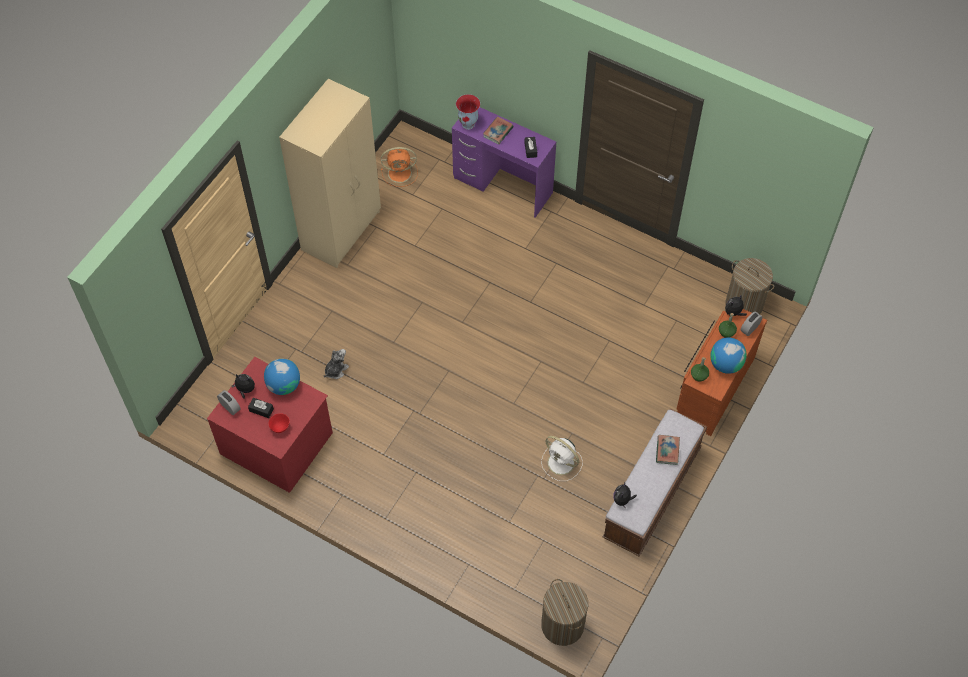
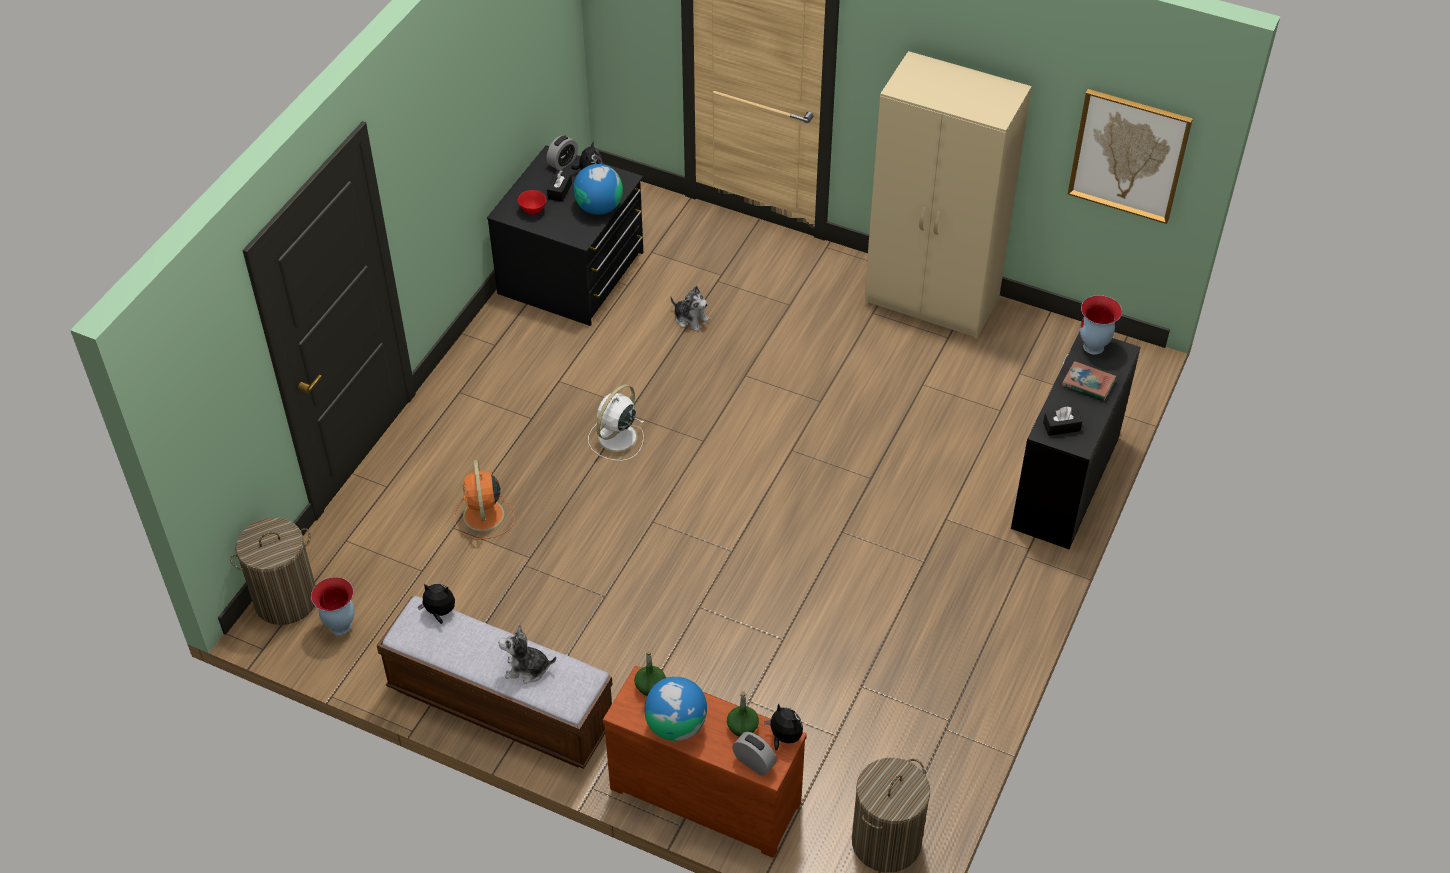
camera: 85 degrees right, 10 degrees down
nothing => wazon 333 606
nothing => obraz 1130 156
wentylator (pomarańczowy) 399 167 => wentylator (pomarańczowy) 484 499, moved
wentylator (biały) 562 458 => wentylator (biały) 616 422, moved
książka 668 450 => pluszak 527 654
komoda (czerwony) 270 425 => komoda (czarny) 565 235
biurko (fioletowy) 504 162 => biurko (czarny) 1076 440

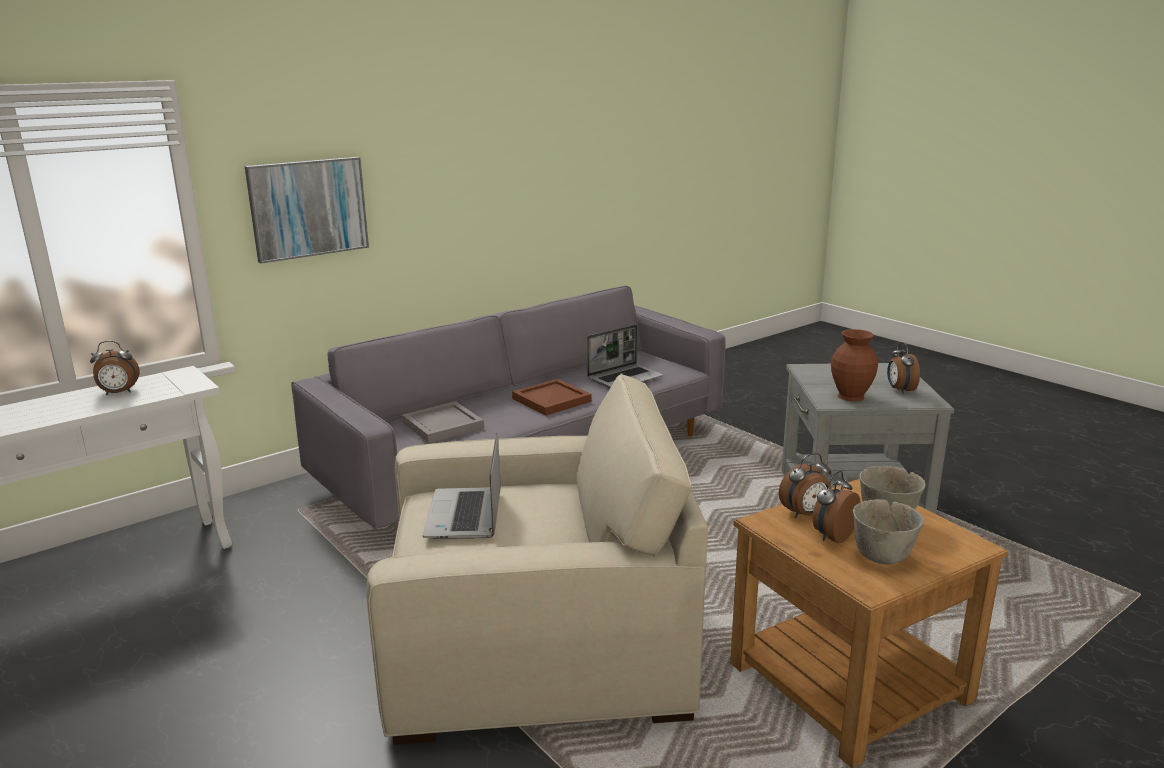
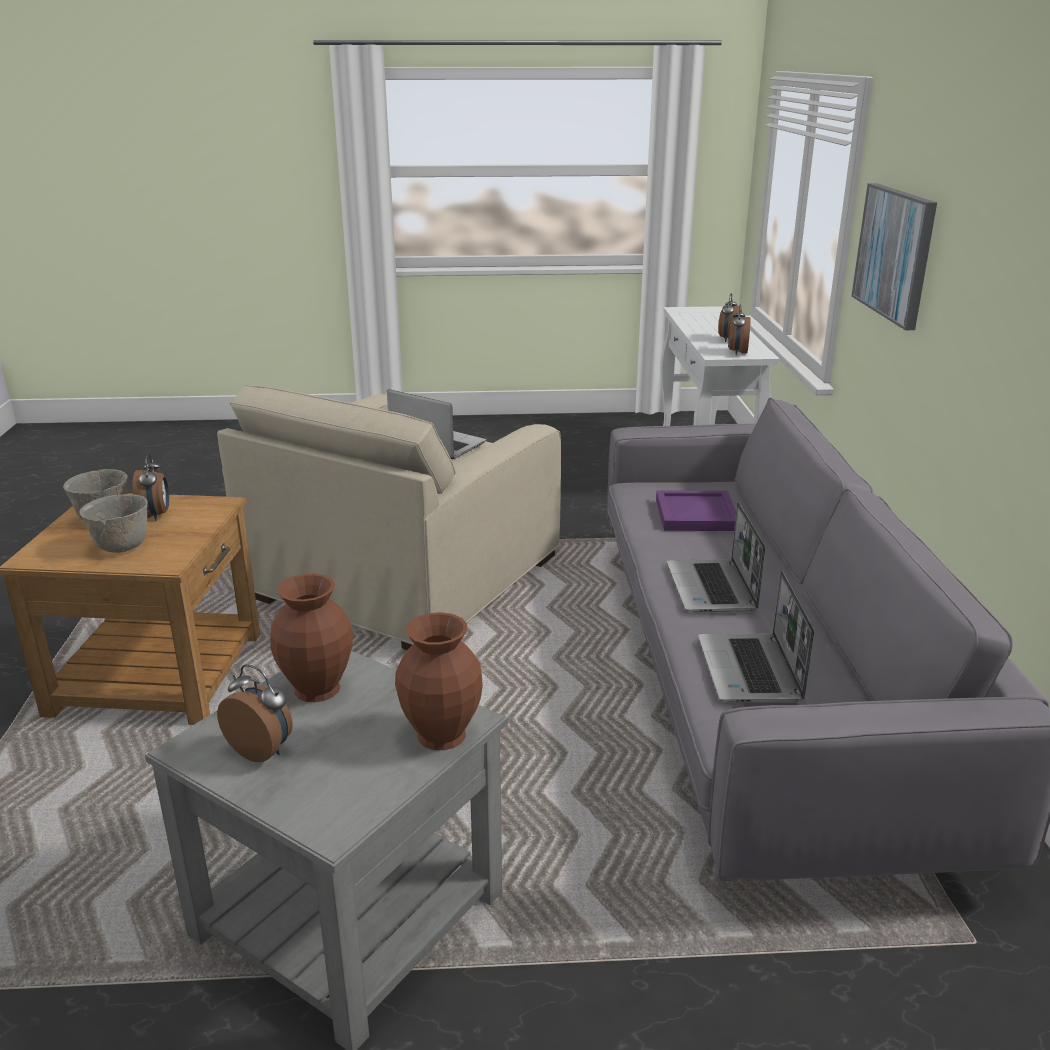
camera: 125 degrees right, 5 degrees up
nothing => wazon (brązowy) 439 681
budzik 805 485 => budzik 739 329, moved
taca (brązowy) 552 397 => laptop 716 557
taca (szary) 443 422 => taca (fioletowy) 696 510

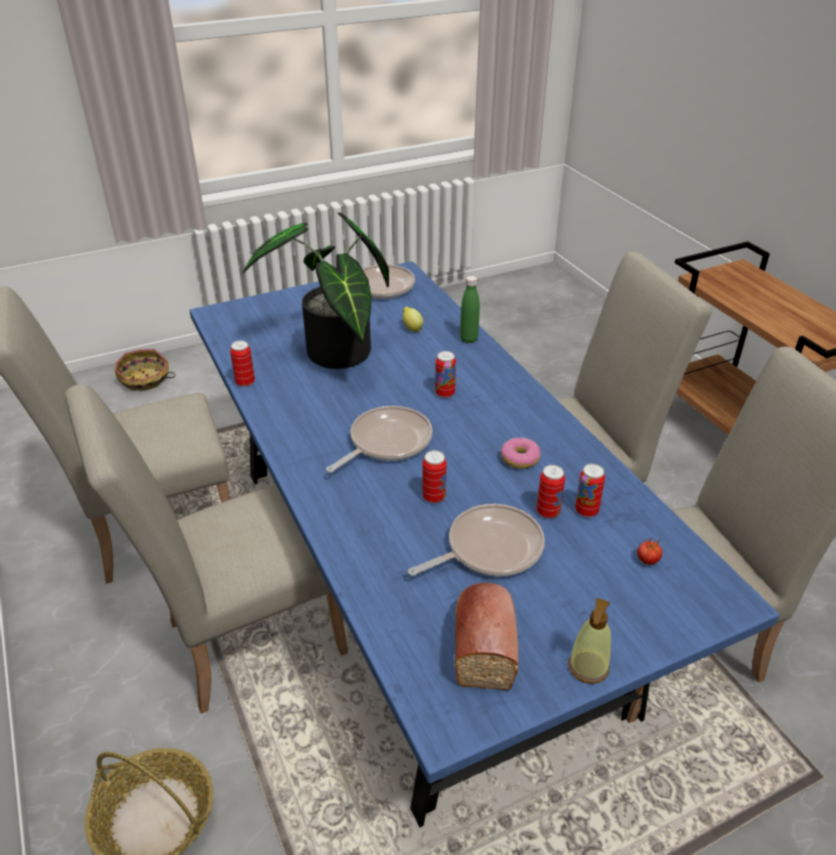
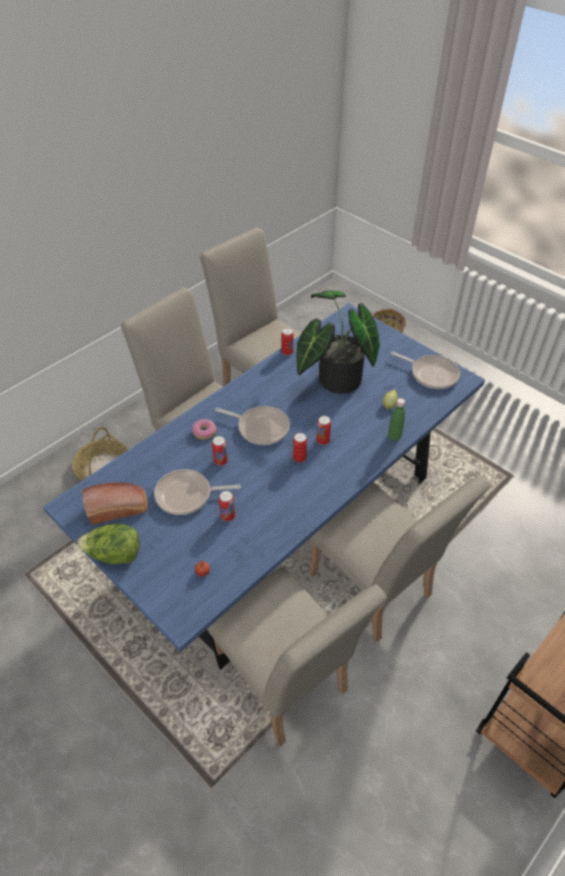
camera: 70 degrees right, 10 degrees up
donut 521 453 => donut 204 429, moved
puszka 590 490 => puszka 300 447, moved
dozownik mydła 589 641 => sałata 108 544
patelnia 476 540 => patelnia 197 492, 135 degrees clockwise

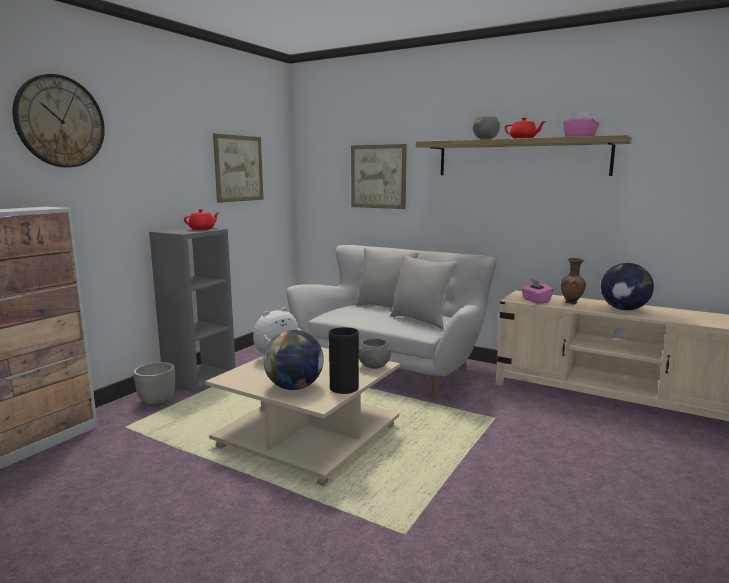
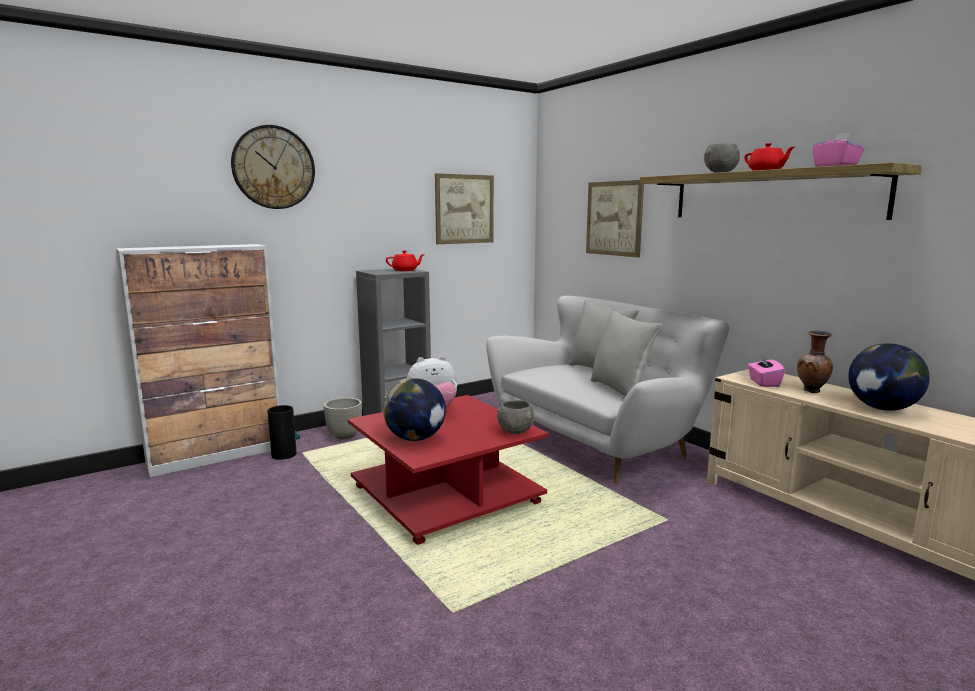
camera: 25 degrees right, 0 degrees up
wazon 344 360 => wazon 284 432, moved
ława (beżowy) 302 416 => ława (czerwony) 448 470

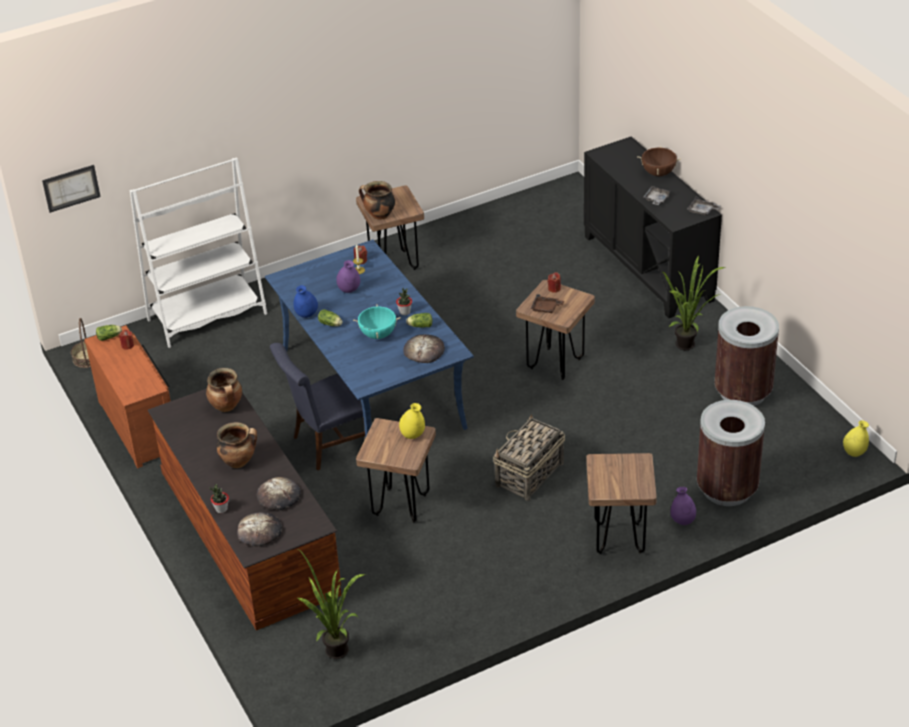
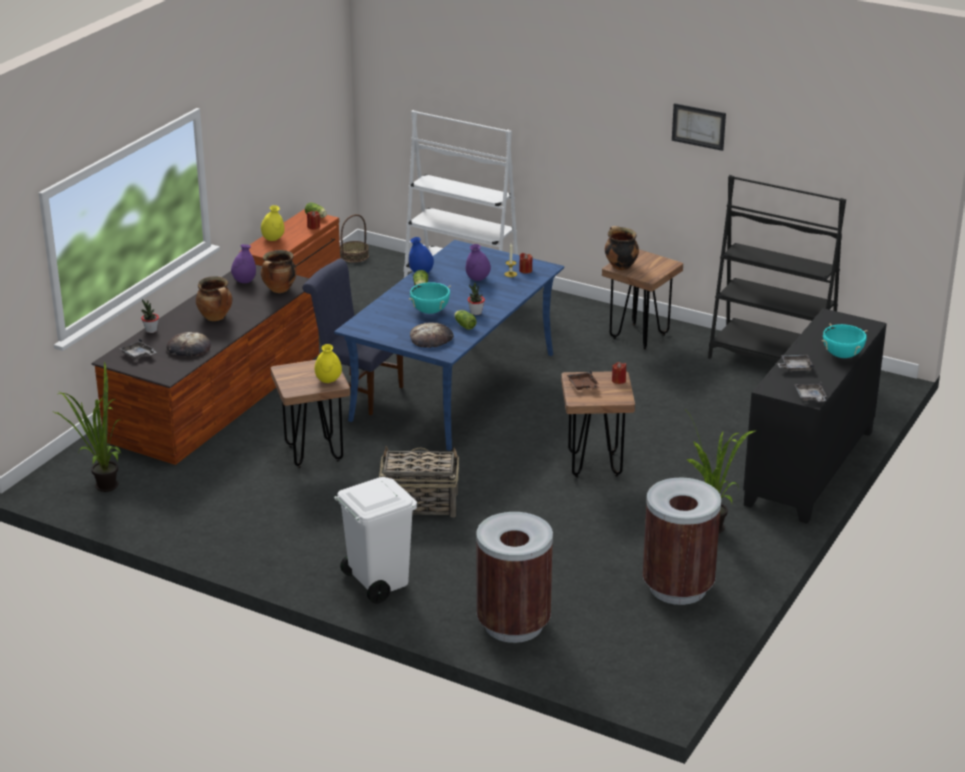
camera: 55 degrees right, 10 degrees down
nothing => regał (czarny) 777 269
obraz 71 189 => obraz 699 127, moved
wazon (fioletowy) 683 506 => wazon (fioletowy) 243 263, moved
wazon (żółty) 856 438 => wazon (żółty) 273 223, moved
chleb 259 529 => taca (szary) 137 349
stołek (brązowy) 621 503 => kosz na śmieci (biały) 375 540
garnek (brązowy) 659 161 => garnek (turkusowy) 845 341

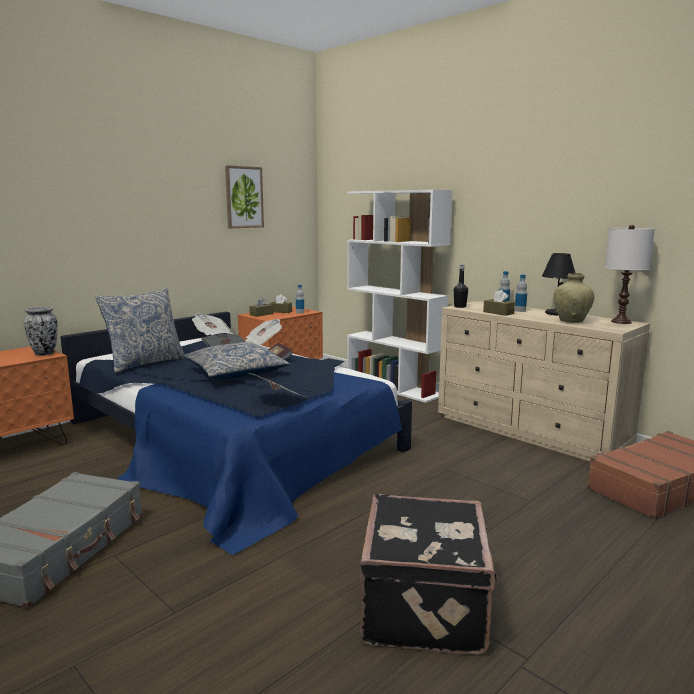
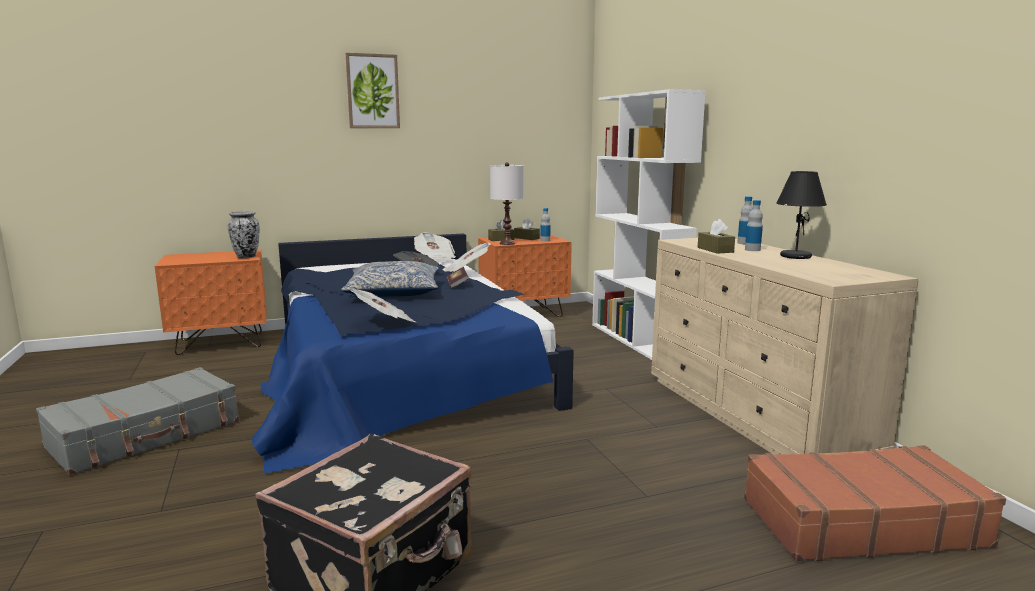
camera: 25 degrees right, 0 degrees up
poduszka 140 330 => nothing
butelka (czarny) 461 286 => nothing
wazon (beżowy) 574 298 => nothing
obraz 244 196 => obraz 373 90, moved
lampa stołowa (biały) 630 274 => lampa stołowa (biały) 507 203, moved

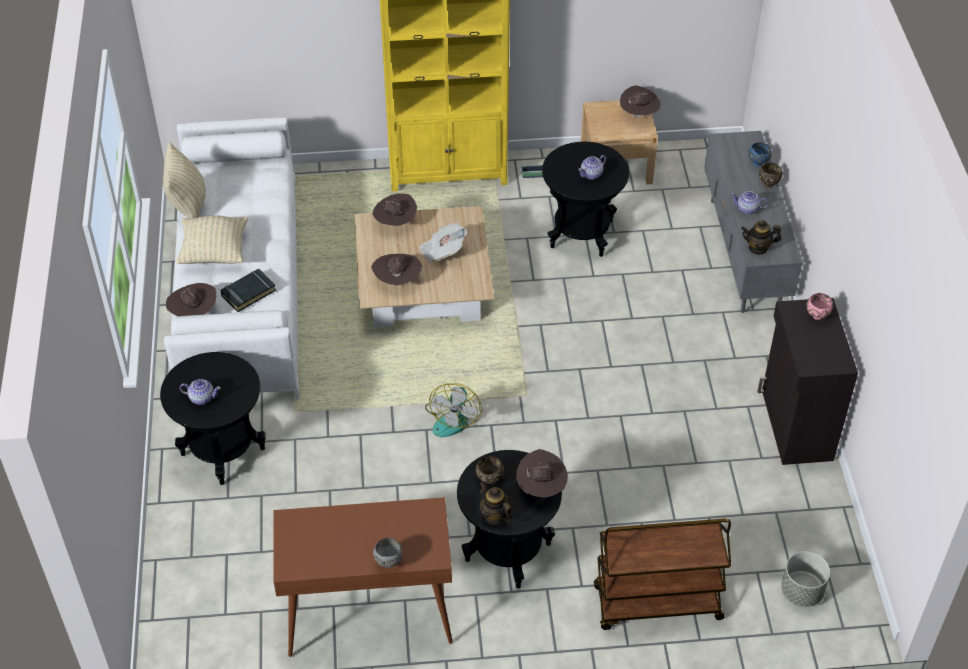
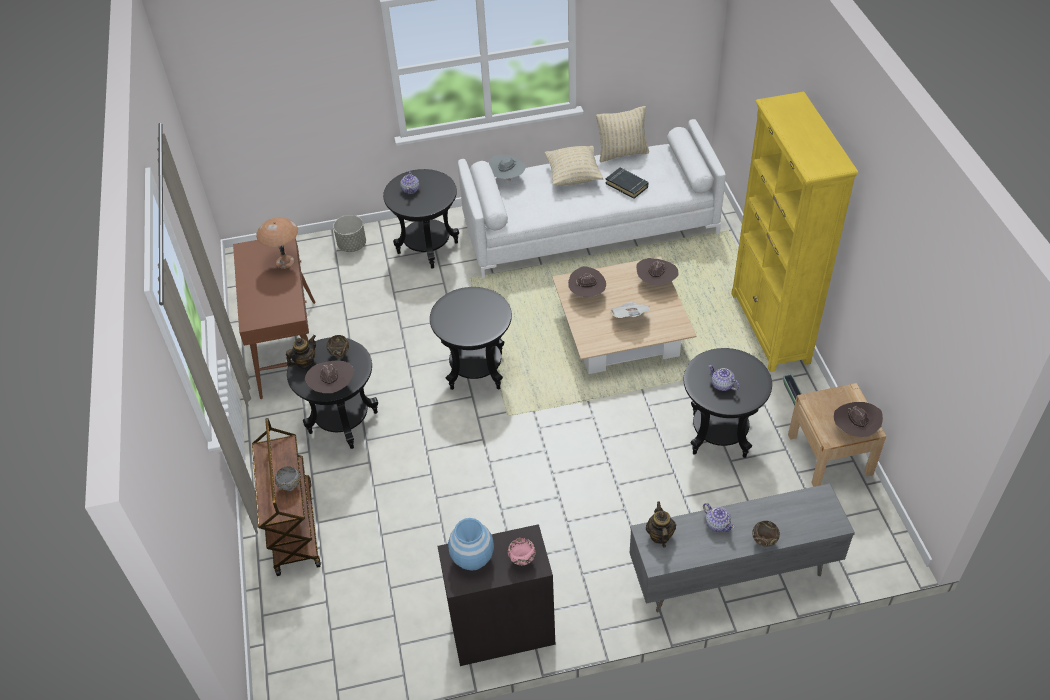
camera: 85 degrees right, 0 degrees up
miska (niebieski) 760 155 => nothing
nothing => lampa stołowa (brązowy) 277 243
nothing => wazon (niebieski) 471 544
książka (czarny) 248 290 => książka (czarny) 627 183, moved
miska (szary) 388 553 => miska (szary) 287 478, moved
donica (szary) 805 579 => donica (szary) 349 233, moved
wentylator 453 410 => stolik (czarny) 471 338
kapelusz (brązowy) 191 300 => kapelusz (szary) 507 168
imbryk 749 203 => imbryk 719 517, 135 degrees clockwise

